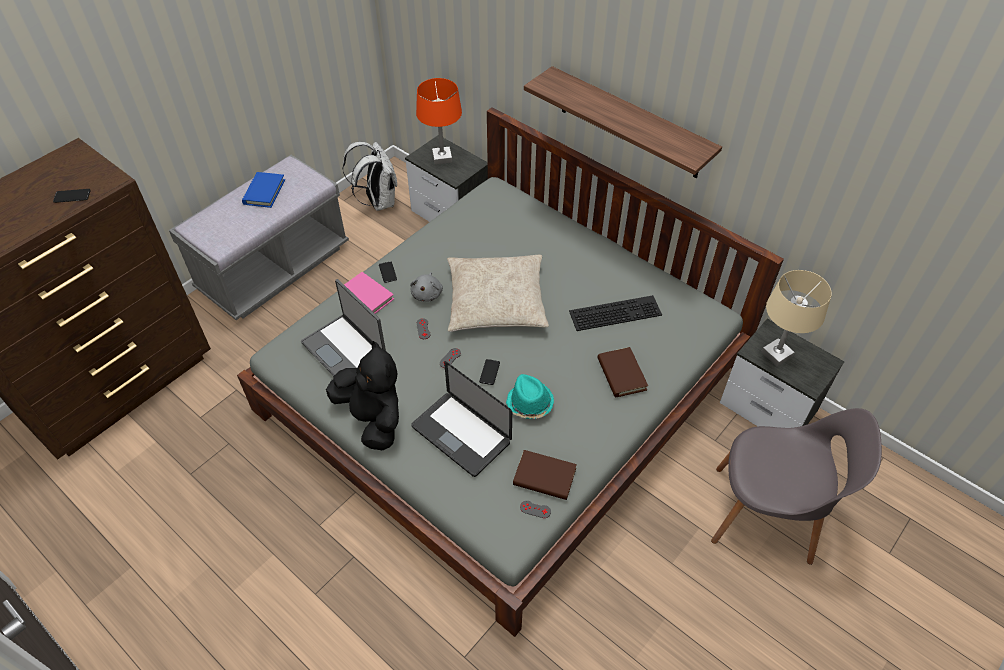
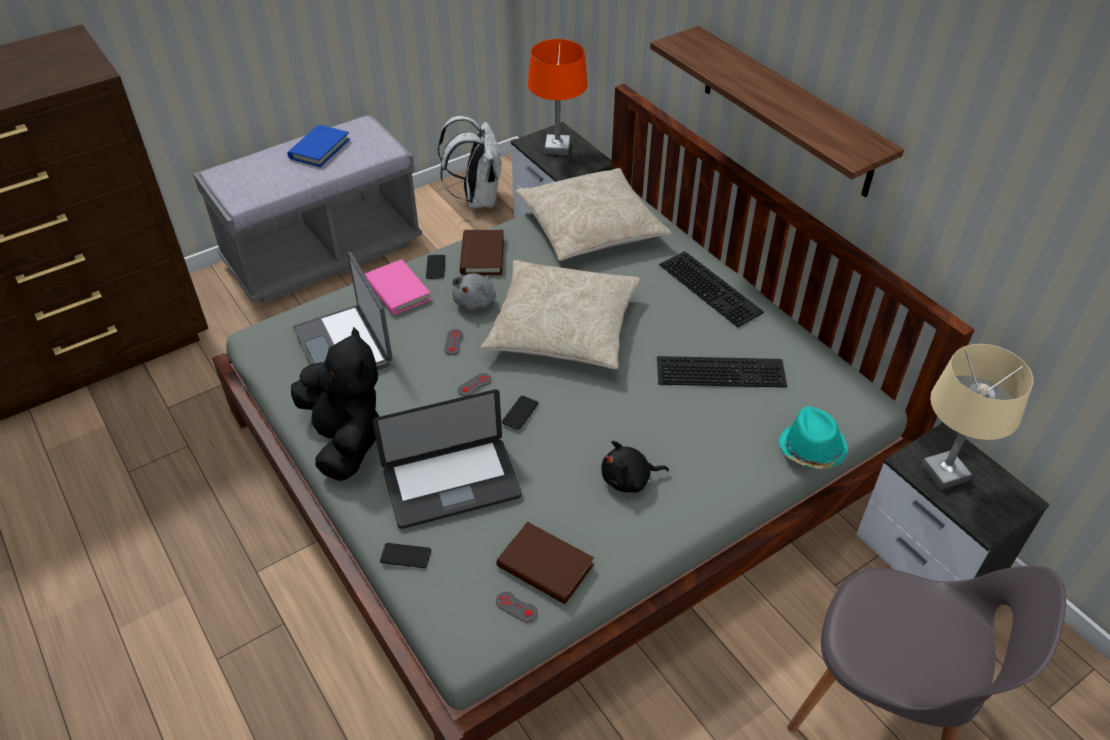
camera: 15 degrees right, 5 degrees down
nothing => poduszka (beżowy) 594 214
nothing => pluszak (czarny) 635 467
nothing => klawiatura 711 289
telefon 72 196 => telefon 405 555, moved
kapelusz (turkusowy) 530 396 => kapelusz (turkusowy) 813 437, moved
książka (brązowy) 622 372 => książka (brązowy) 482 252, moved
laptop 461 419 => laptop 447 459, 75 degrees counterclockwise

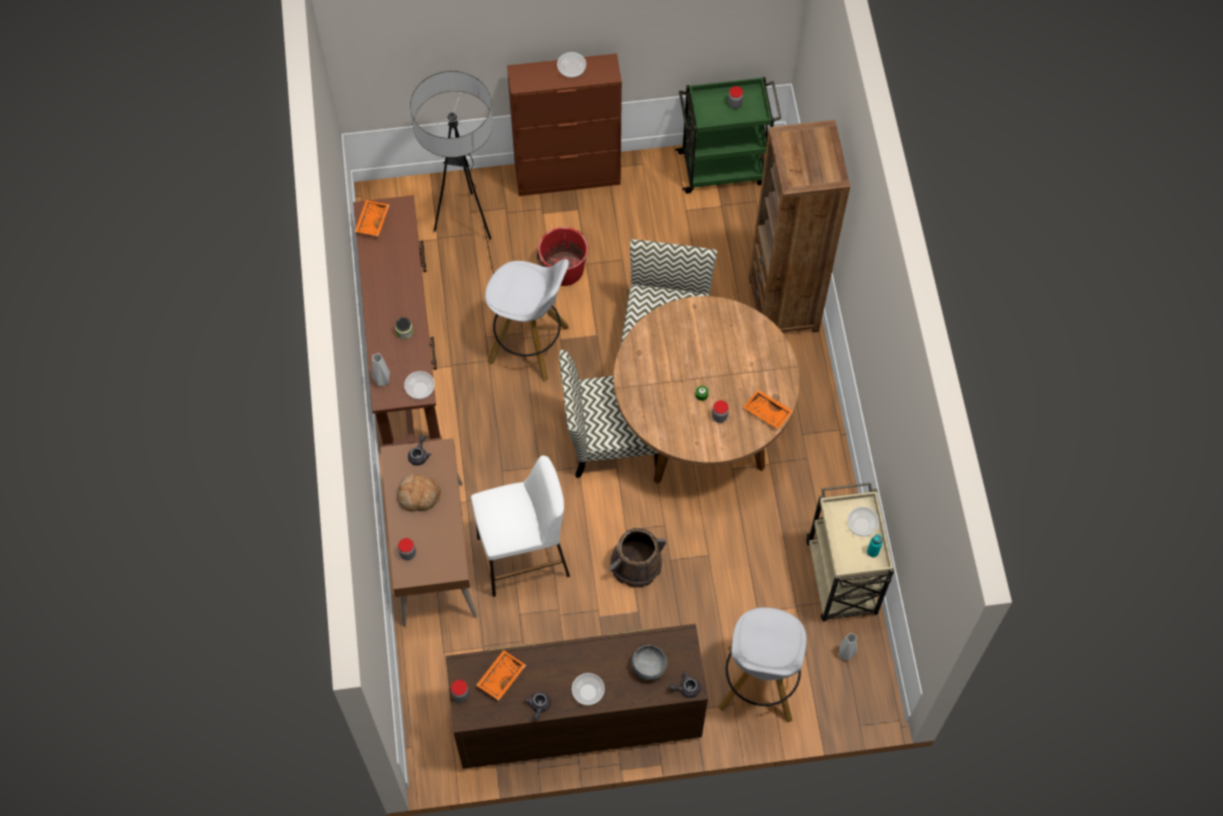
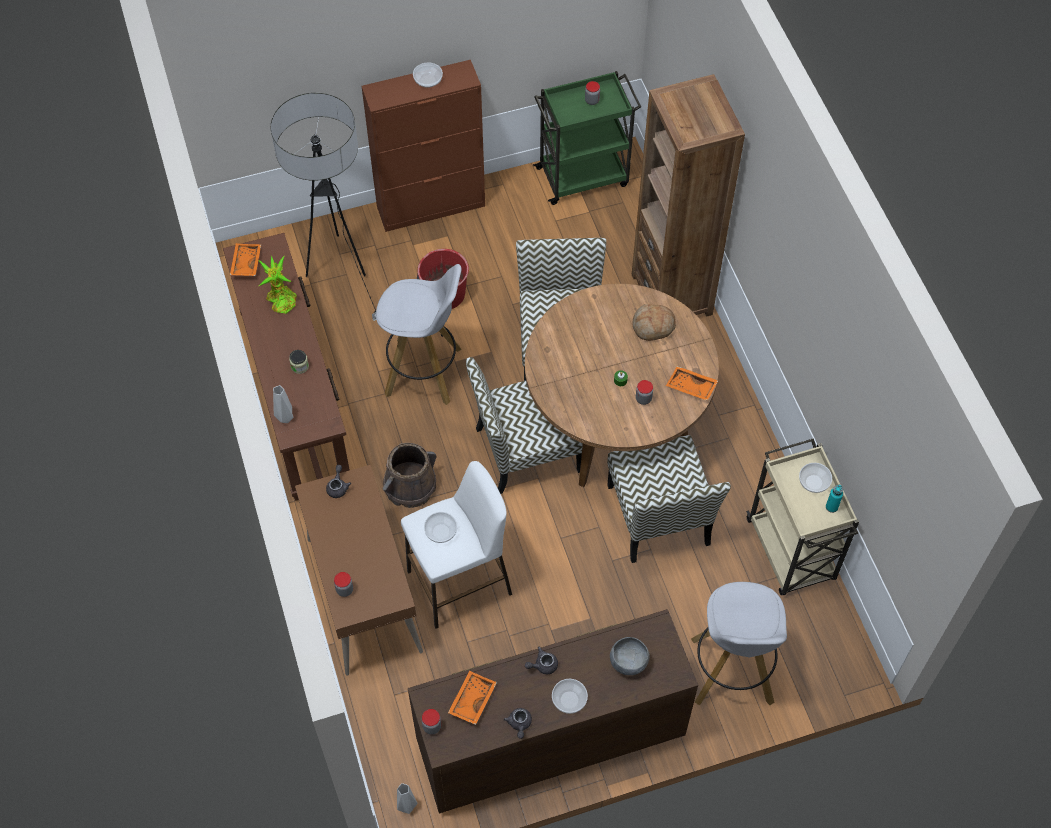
camera: 10 degrees left, 5 degrees down
nothing => roślina doniczkowa 277 284
nothing => krzesło 669 499
chleb 419 492 => chleb 654 322, moved
miska 419 385 => miska 440 527, moved
wiadro (brązowy) 637 558 => wiadro (brązowy) 409 475, moved
imbryk (szary) 685 684 => imbryk (szary) 541 660, moved
wazon (szary) 847 647 => wazon (szary) 407 798, moved

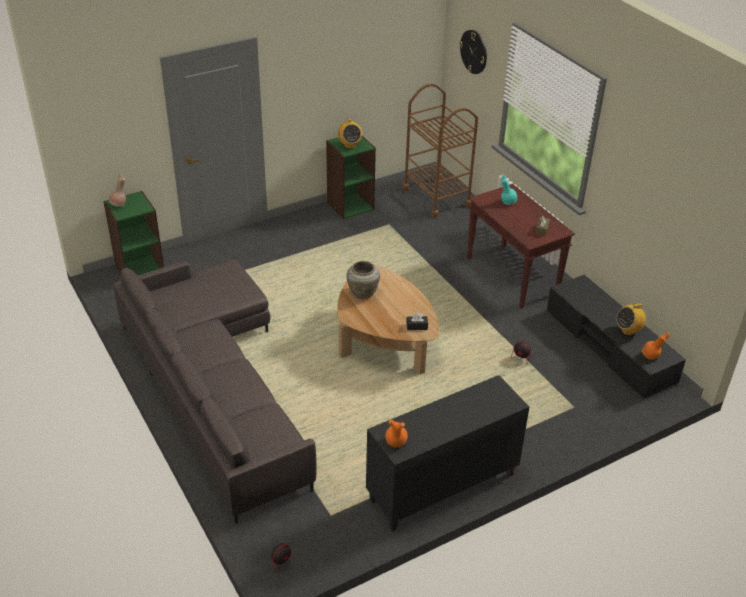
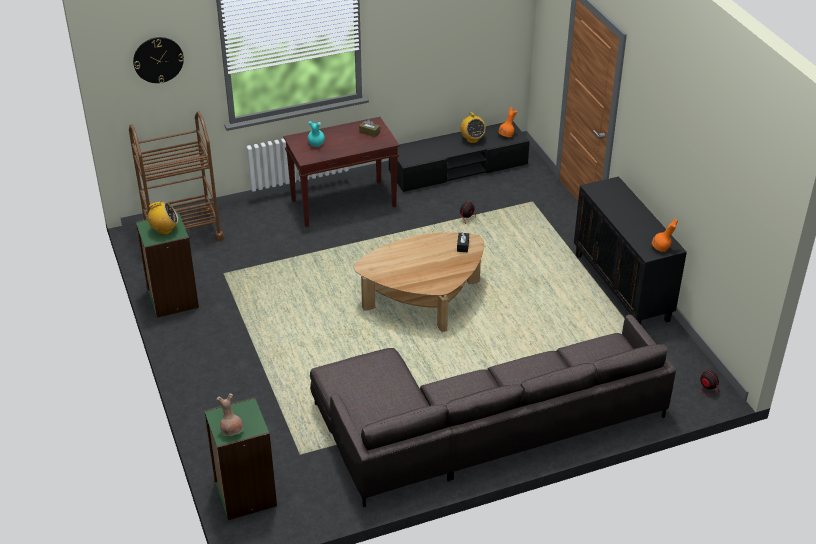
camera: 80 degrees left, 0 degrees up
wazon (beżowy) 363 280 => nothing

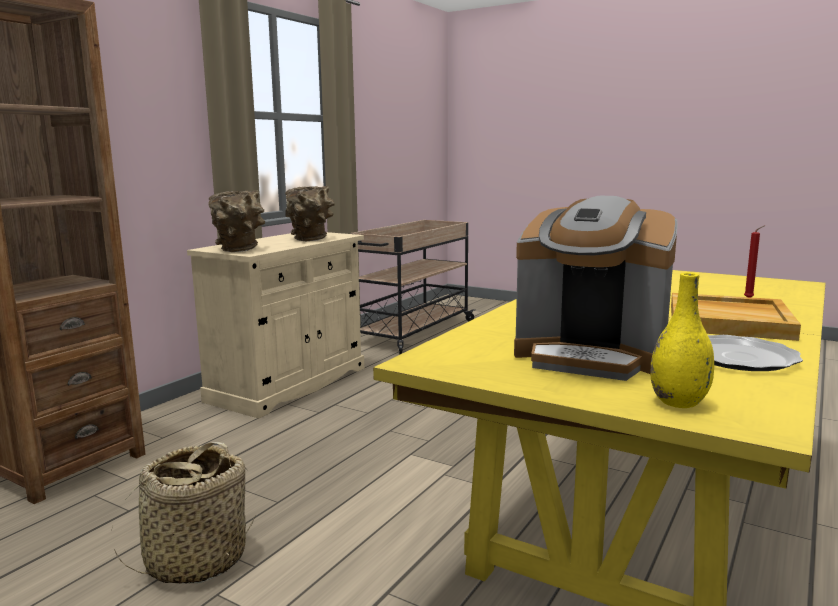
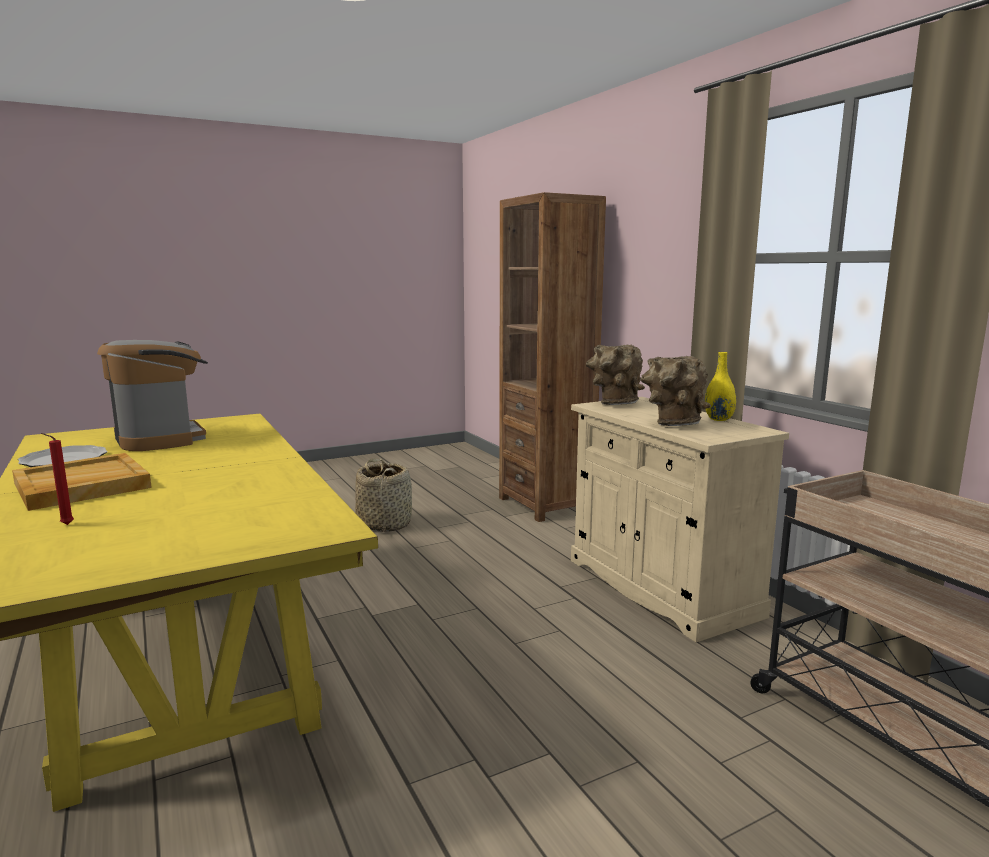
camera: 120 degrees right, 0 degrees up
wazon (żółty) 682 340 => wazon (żółty) 720 386, moved
ekspres do kawy 596 288 => ekspres do kawy 152 395, 90 degrees clockwise

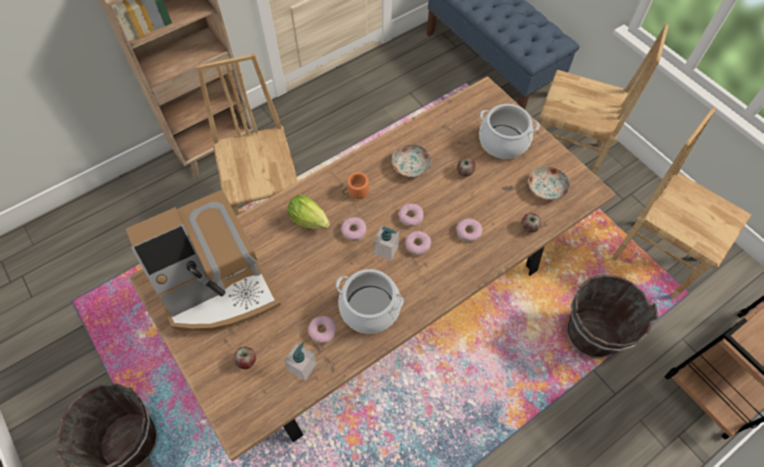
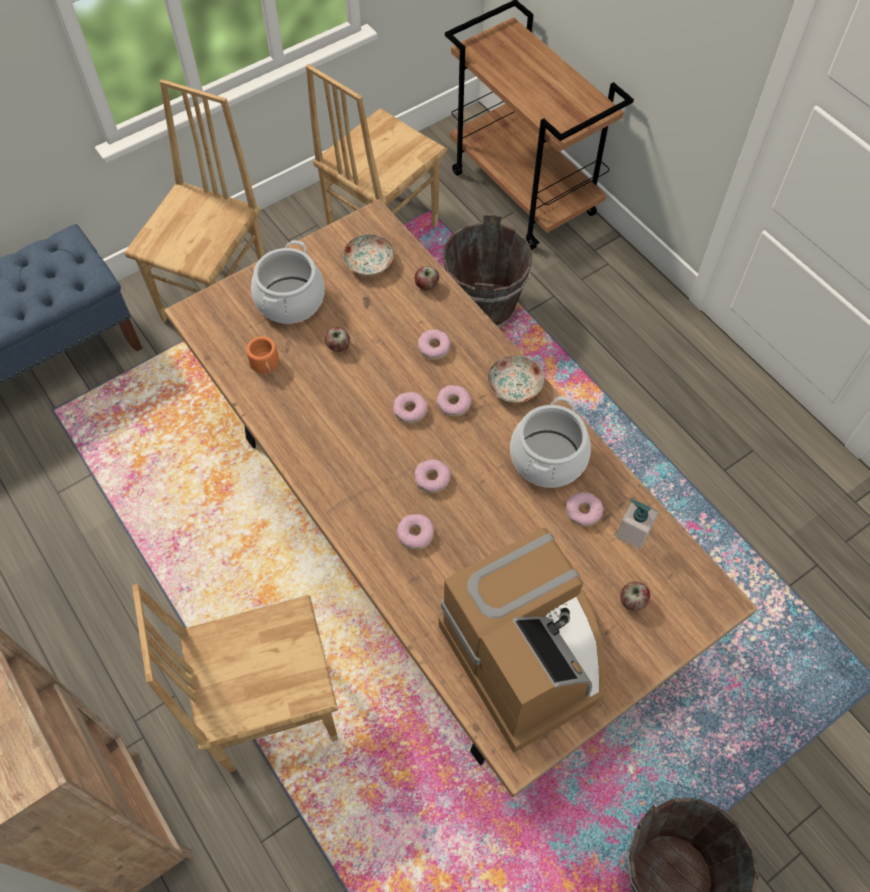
camera: 90 degrees left, 0 degrees up
dozownik mydła 386 243 => nothing
kubek (pomarańczowy) 355 185 => kubek (pomarańczowy) 262 355, moved
talerz 412 161 => talerz 516 379, moved
sałata 309 212 => donut 415 532

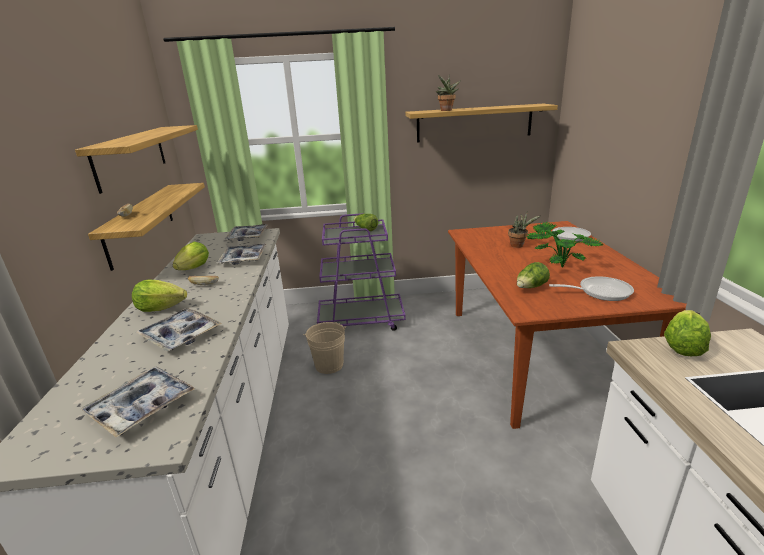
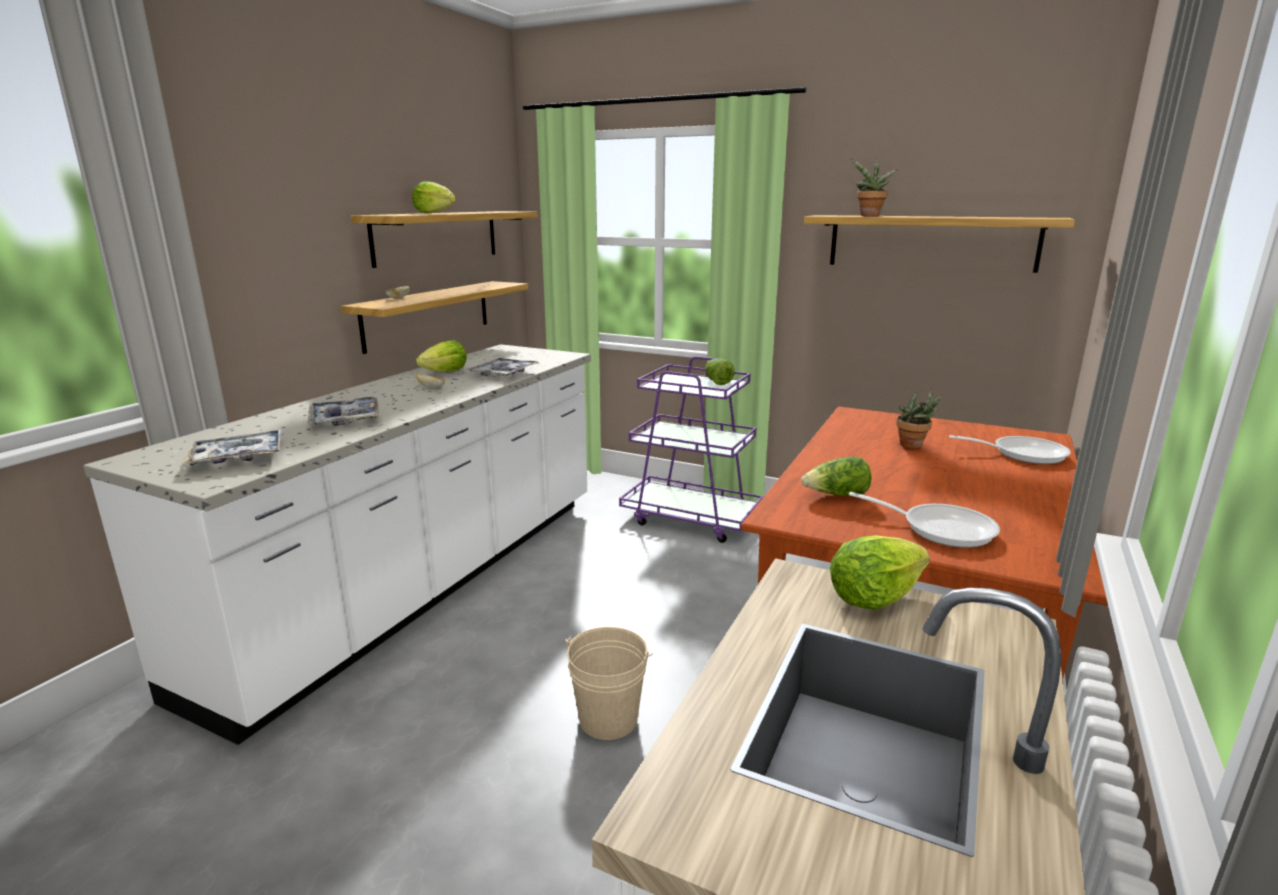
camera: 30 degrees right, 5 degrees down
taca 246 232 => nothing
roślina doniczkowa 564 245 => nothing
sałata 159 295 => sałata 434 197, moved
wiadro (beżowy) 324 348 => wiadro (beżowy) 609 683, moved

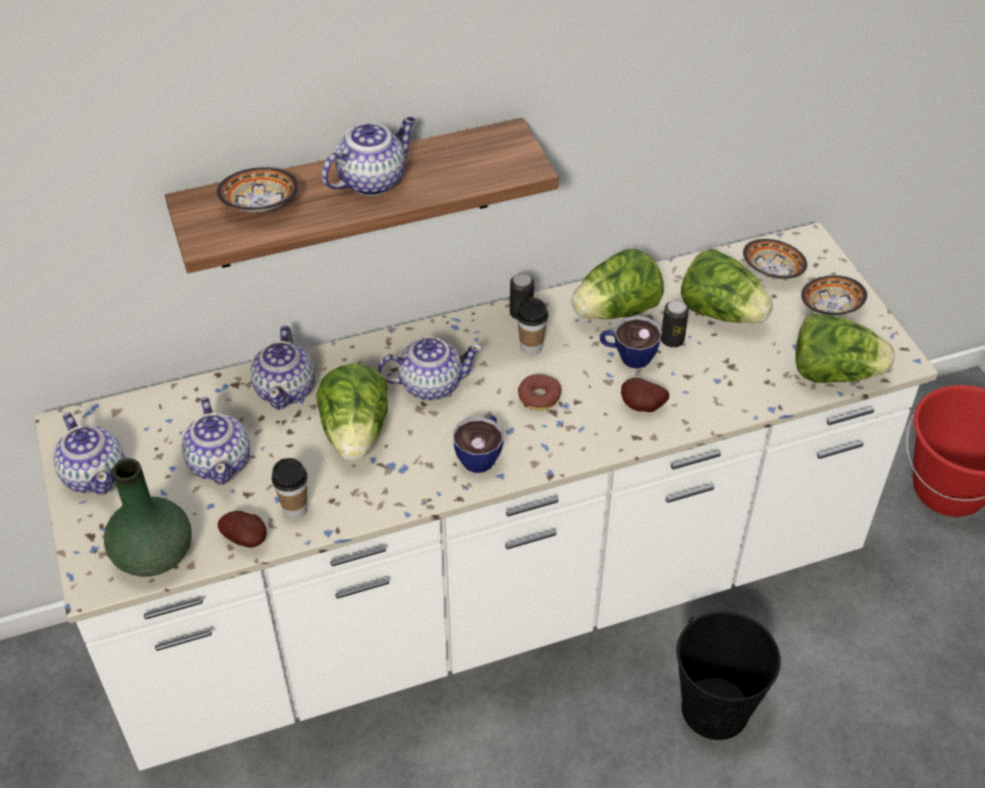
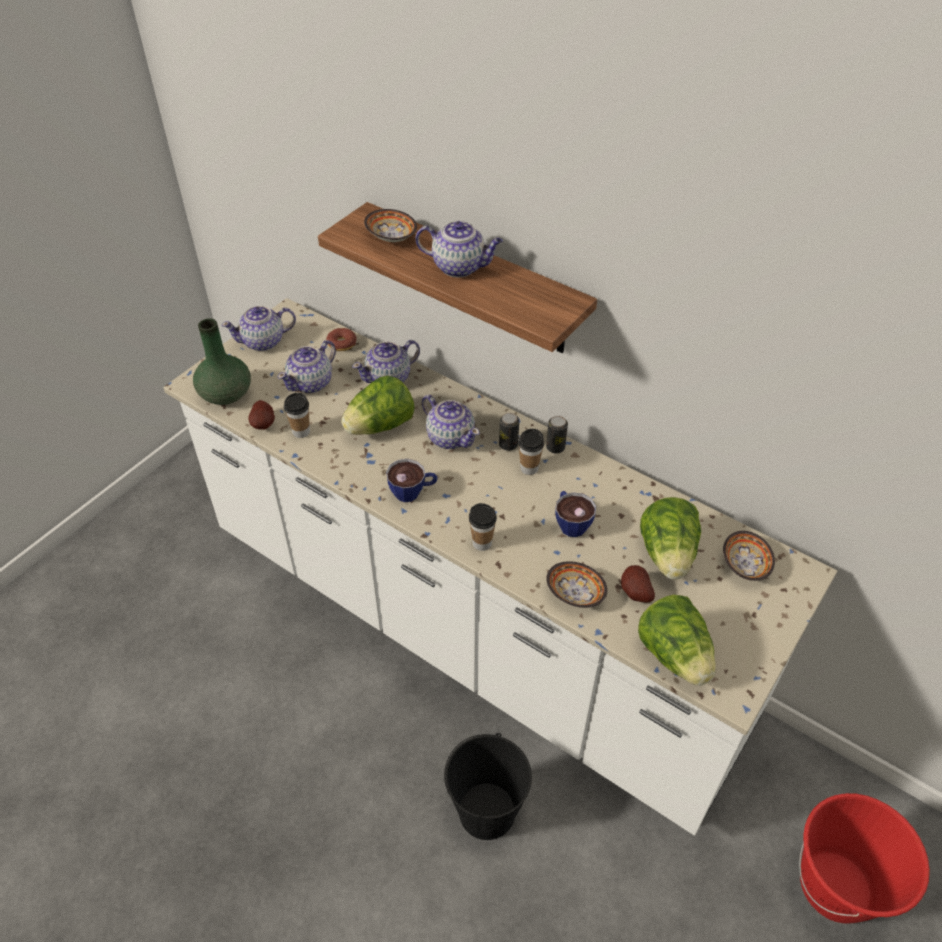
camera: 55 degrees right, 0 degrees up
sałata 618 284 => nothing
nothing => filiżanka 483 527
donut 539 392 => donut 341 339, moved
ziemniak 645 395 => ziemniak 638 584, moved
puszka 675 323 => puszka 509 432, moved
miska 834 295 => miska 576 584, moved
imbryk 89 454 => imbryk 258 328, 45 degrees clockwise

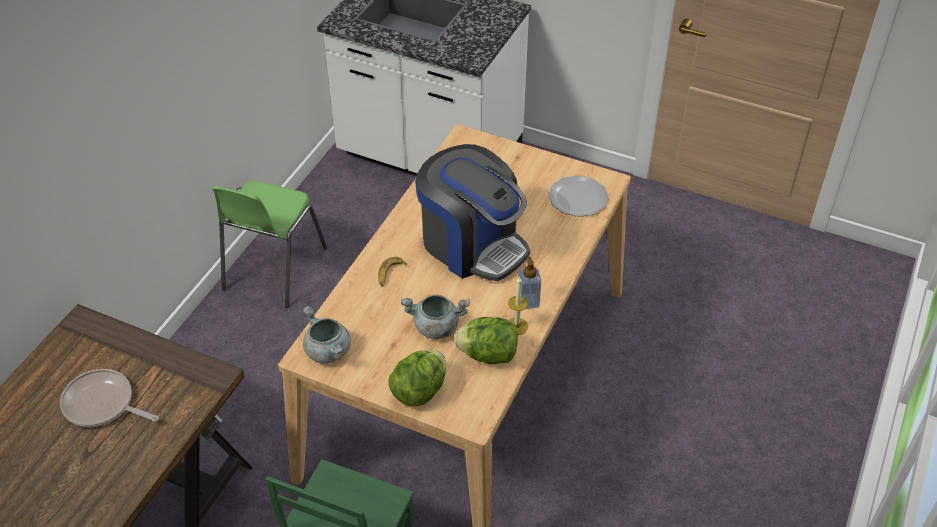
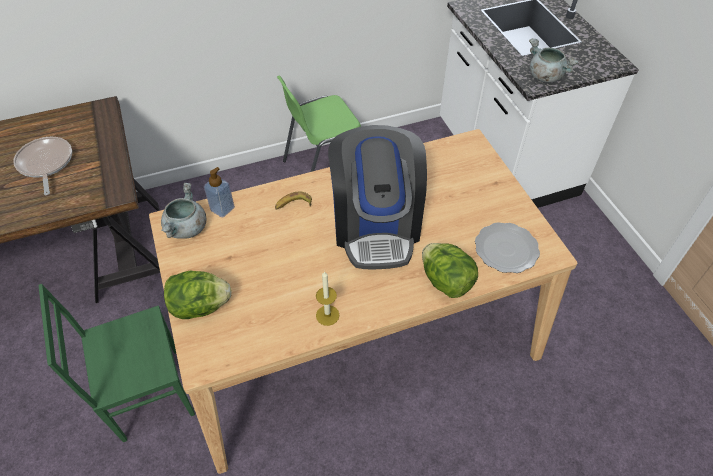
camera: 45 degrees right, 5 degrees up
garnek (szary) 435 316 => garnek (szary) 554 60, moved
sałata 486 340 => sałata 450 270, moved
dozownik mydła 529 283 => dozownik mydła 219 192, moved

